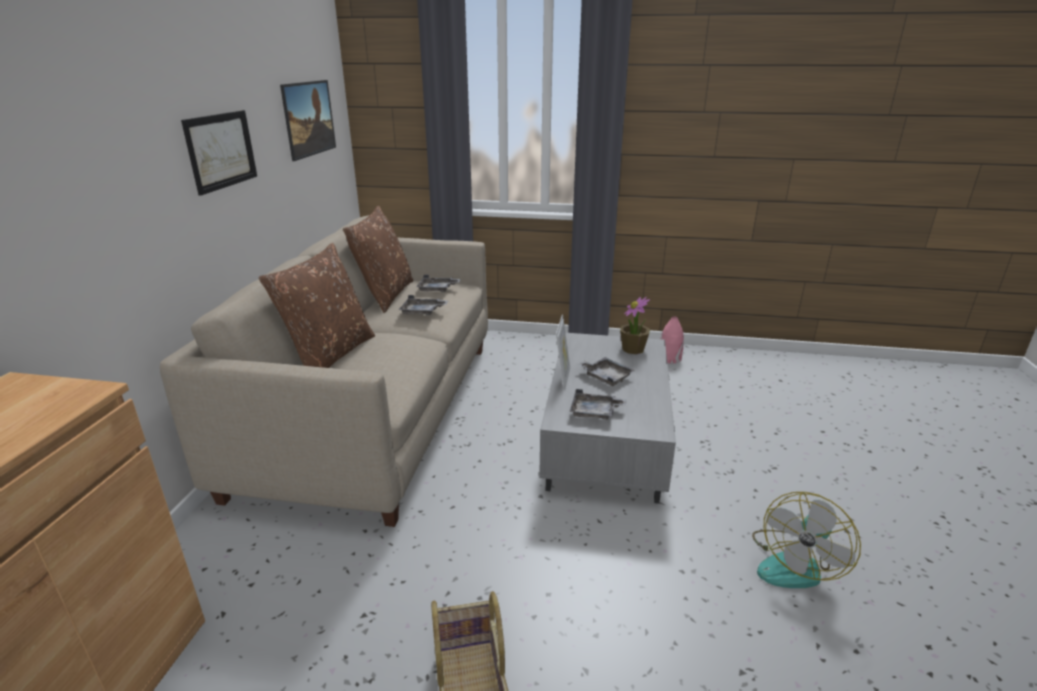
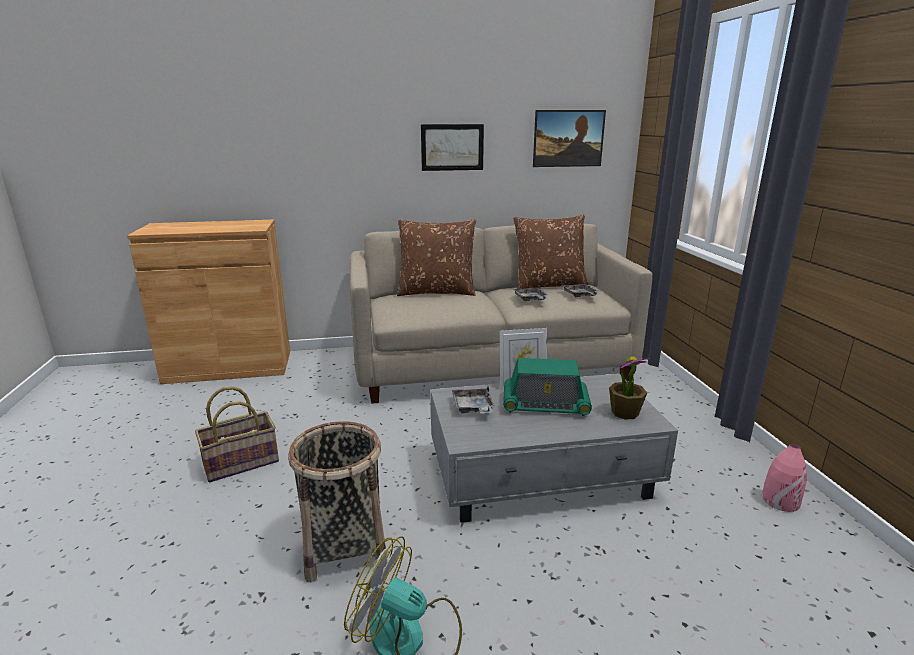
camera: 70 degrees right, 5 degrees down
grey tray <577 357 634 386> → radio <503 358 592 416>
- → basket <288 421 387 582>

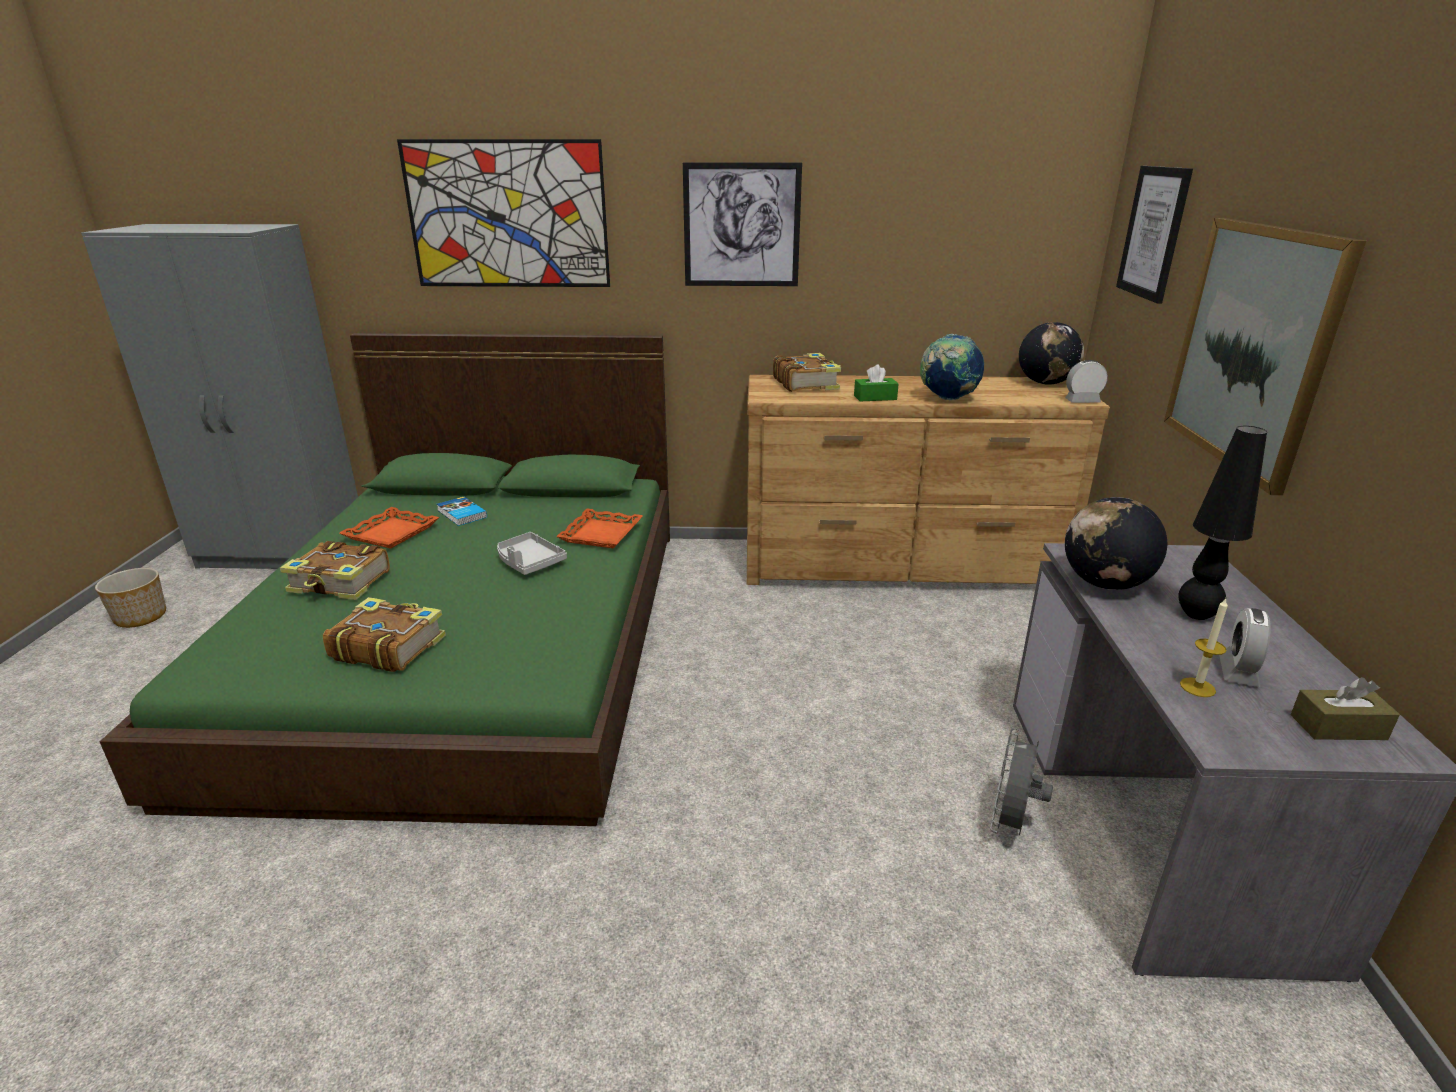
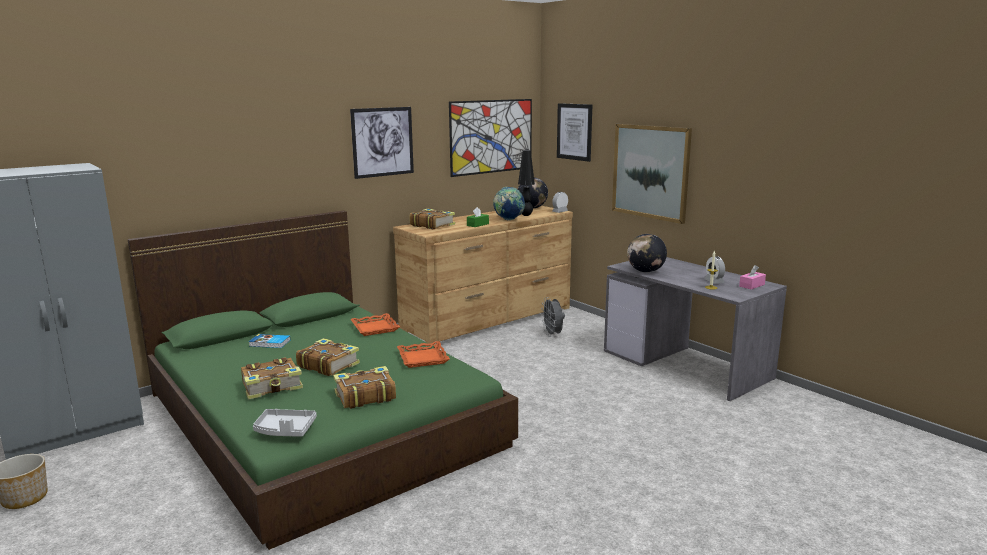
camera: 40 degrees left, 10 degrees down
orange tray <339 507 439 549> → orange tray <397 341 450 368>, moved
picture <397 139 610 287> → picture <449 99 532 177>, moved
grey tray <497 532 567 575> → grey tray <253 409 317 437>, moved
grey fan <990 728 1053 835> → grey fan <541 297 565 337>, moved
black table lamp <1178 426 1267 620> → black table lamp <518 150 535 216>, moved
brown tissue box <1291 677 1400 740> → pink tissue box <739 265 766 289>
- → book <296 338 360 376>

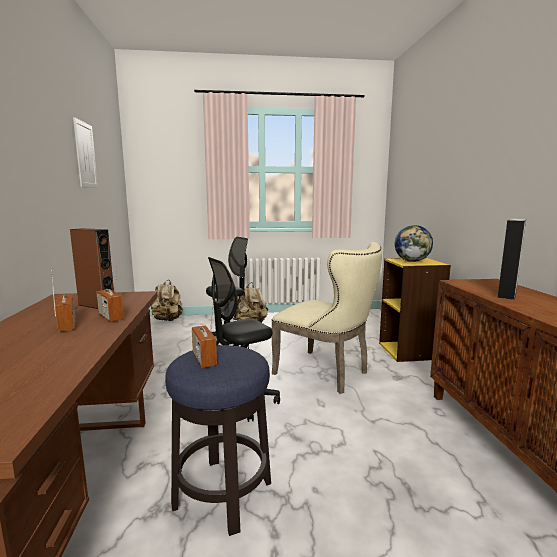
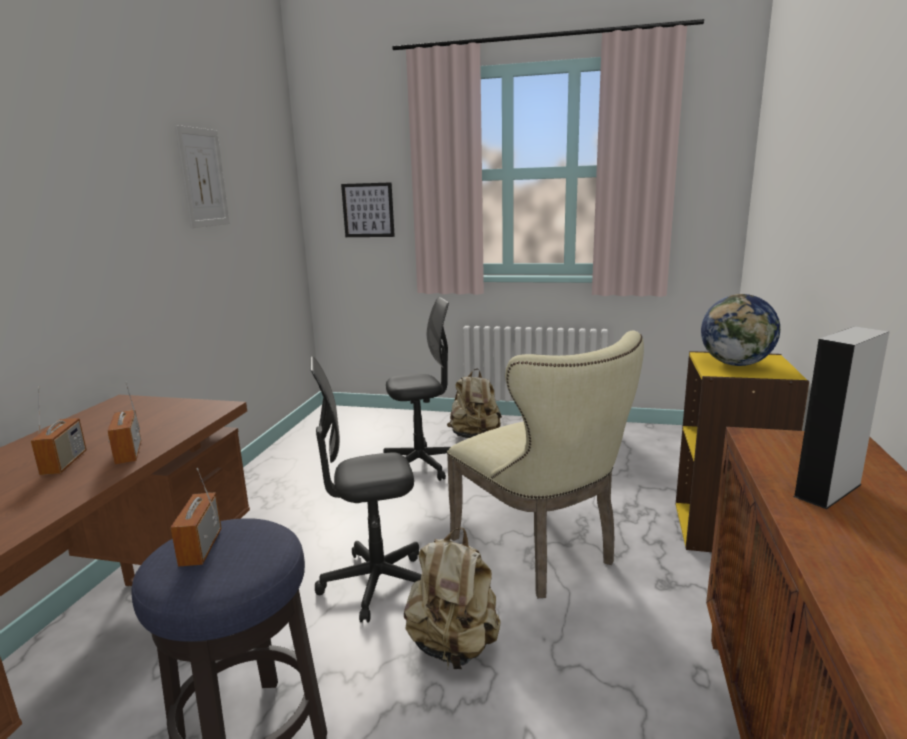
camera: 20 degrees right, 5 degrees up
brown speaker <70 228 114 309> → -
beige backpack <151 280 183 321> → beige backpack <404 528 501 670>, moved
- → picture <341 182 395 237>

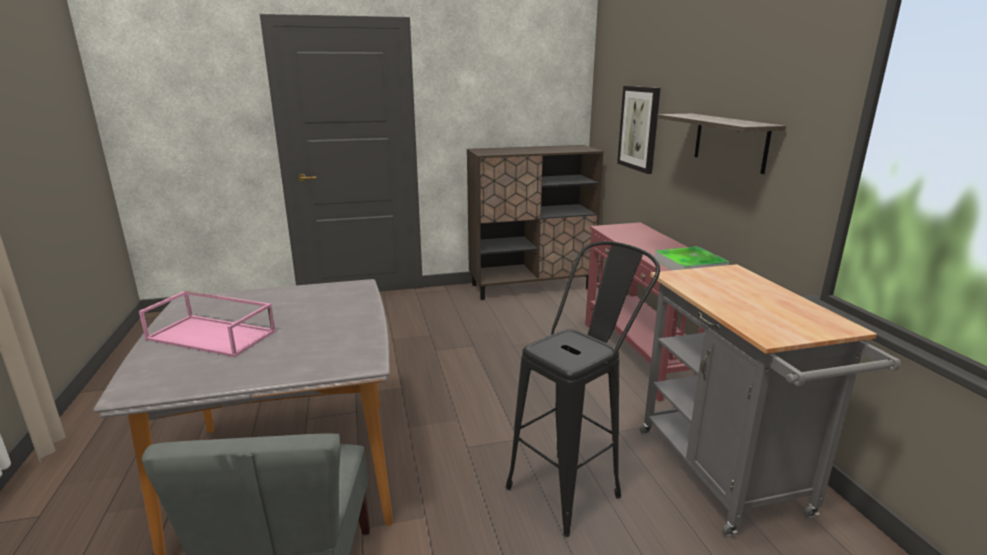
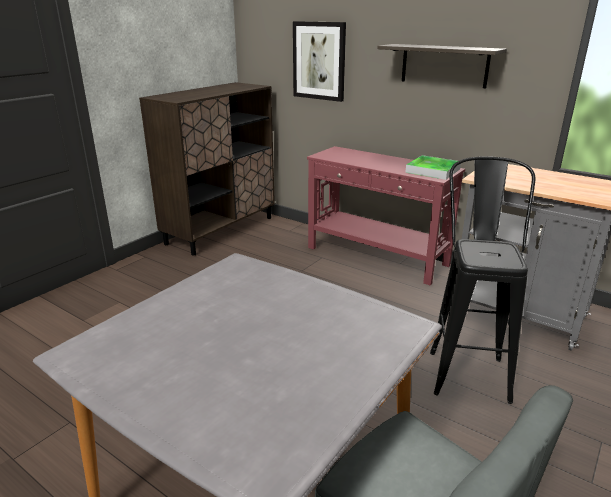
camera: 40 degrees left, 5 degrees up
pink tray <139 291 276 357> → -

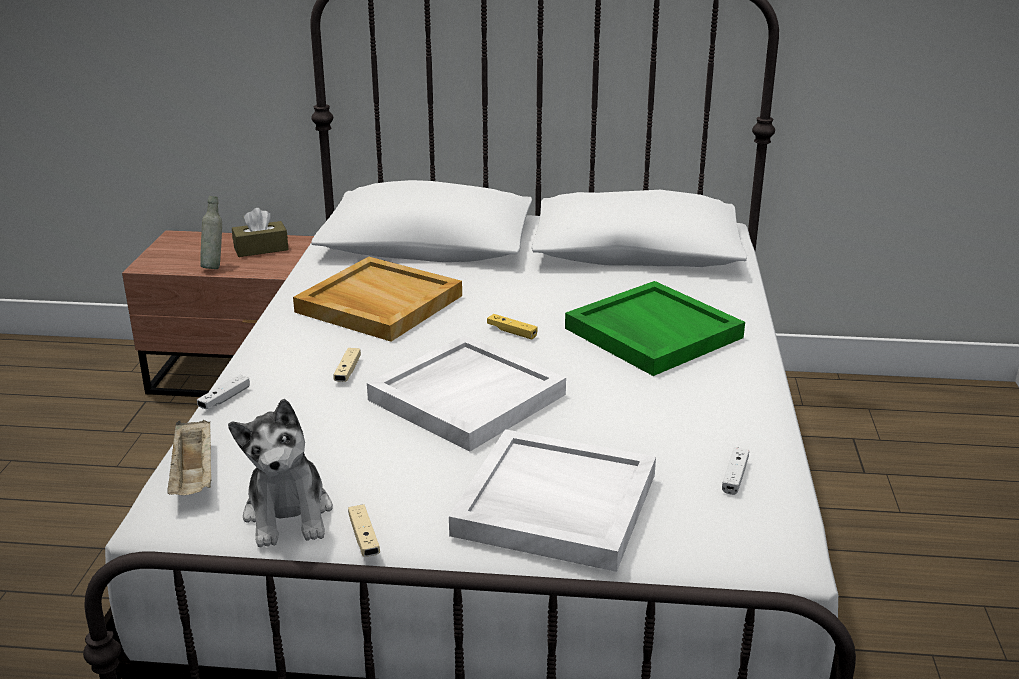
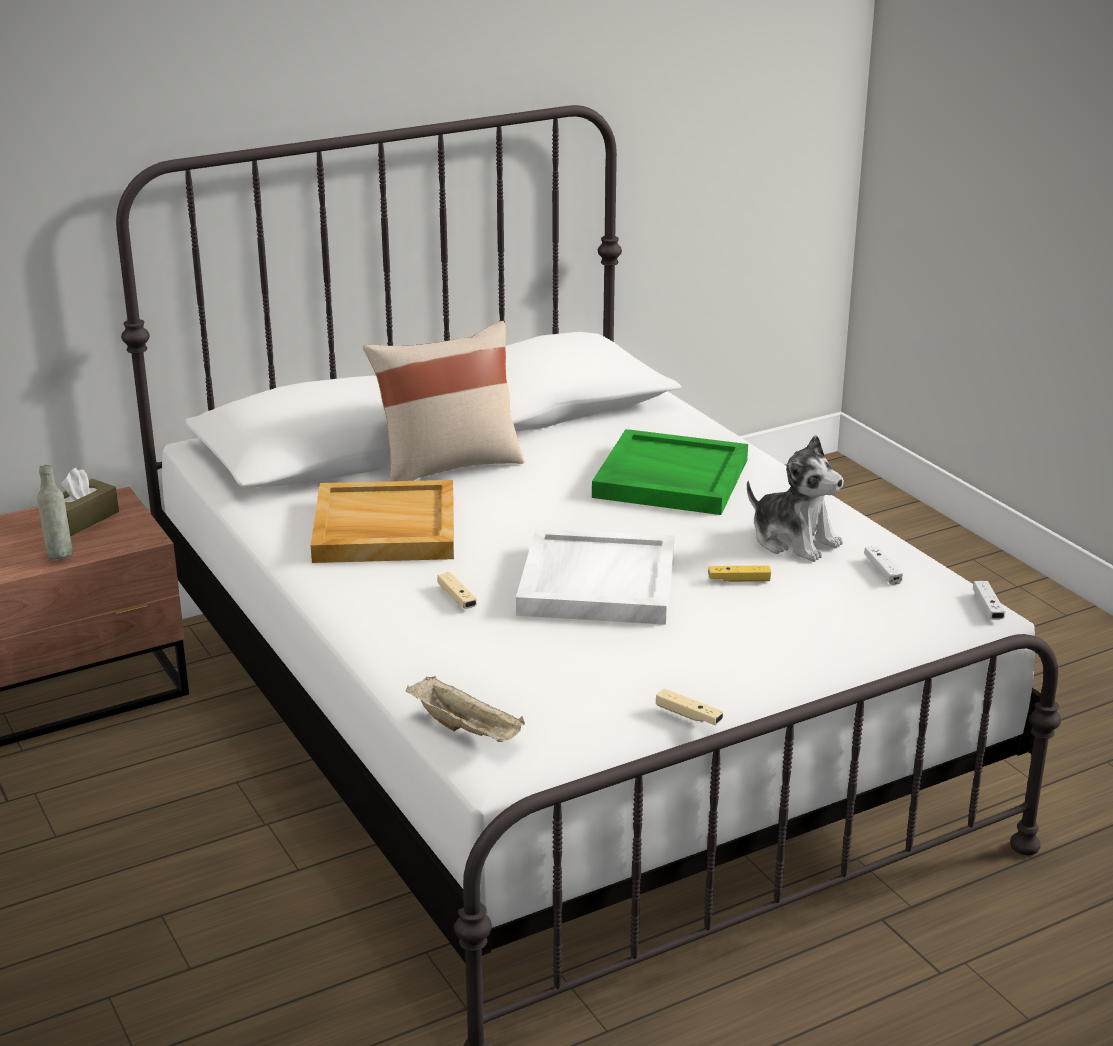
camera: 35 degrees left, 0 degrees up
white game controller <197 375 250 409> → white game controller <973 581 1005 620>, moved
plush toy <228 399 333 548> → plush toy <747 435 844 562>, moved
white tray <449 429 656 572> → -
yellow game controller <487 314 538 339> → yellow game controller <708 565 771 582>, moved
- → beige pillow <363 321 524 481>

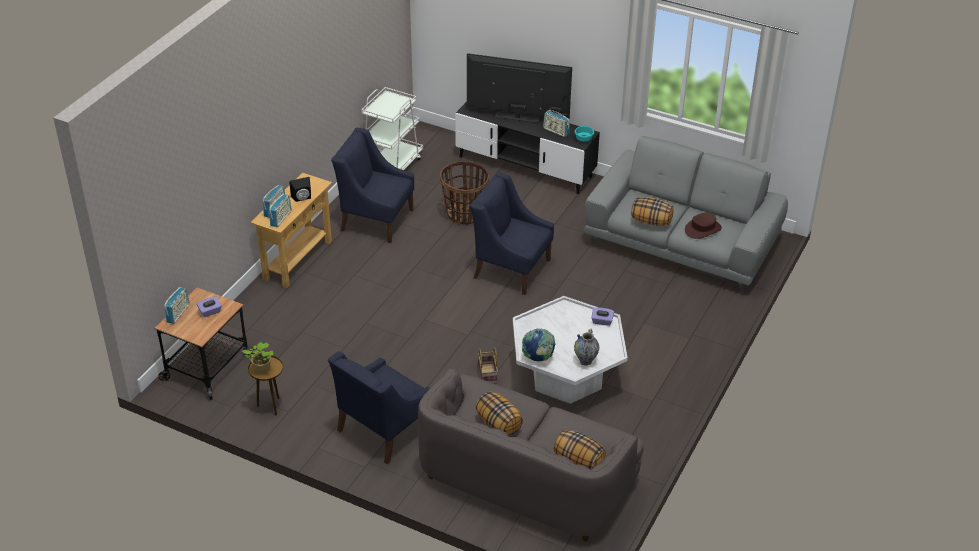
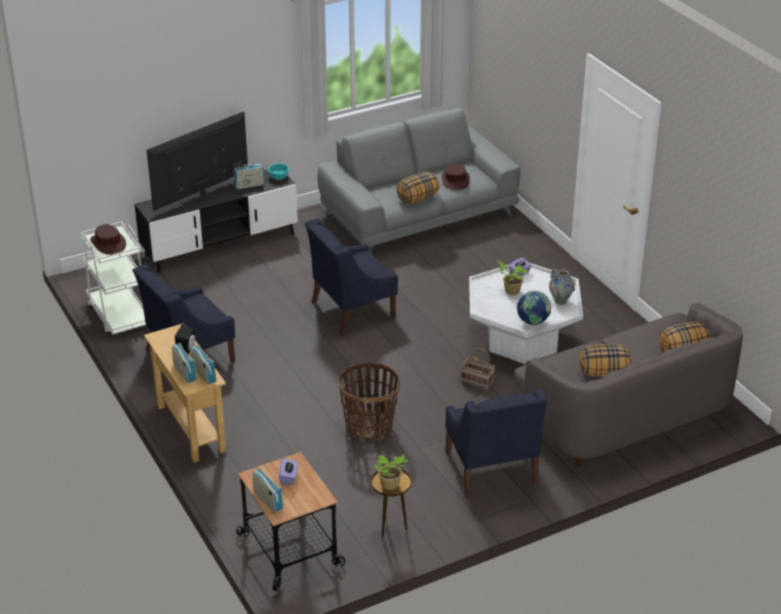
camera: 55 degrees left, 5 degrees down
basket <440 161 489 225> → basket <338 362 400 441>, moved
- → brown hat <90 224 126 255>
- → potted plant <497 261 528 295>

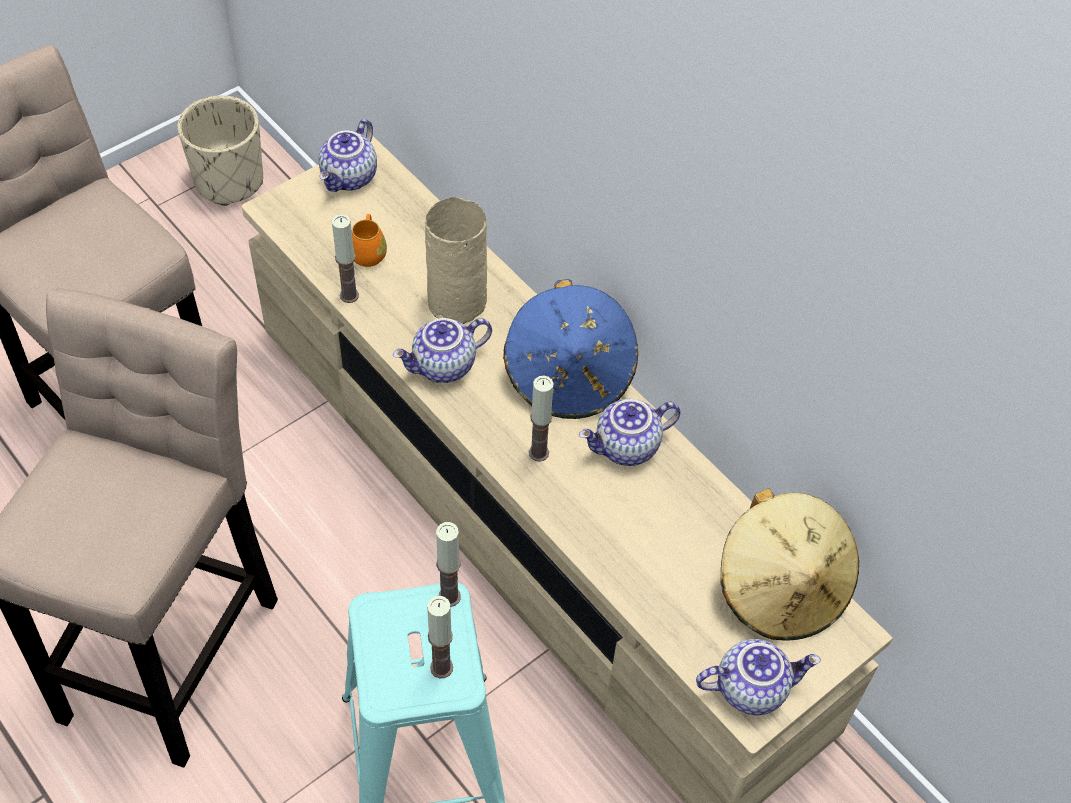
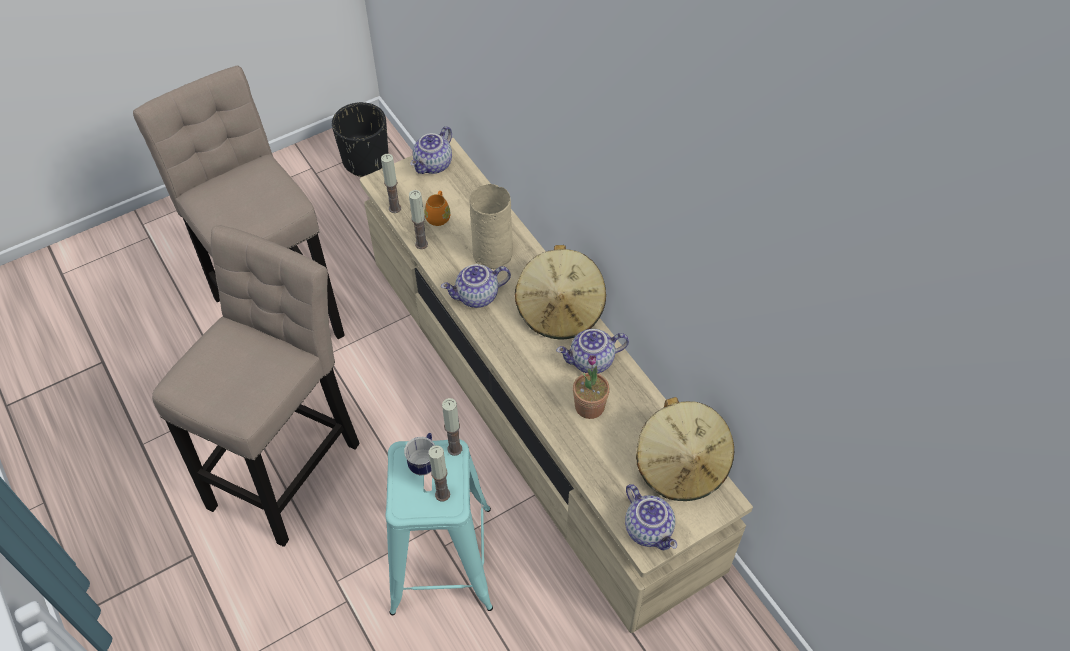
camera: 10 degrees right, 0 degrees up
beige planter <177 95 263 206> → black planter <332 102 389 177>
blue hat <503 279 638 419> → beige hat <514 245 606 340>
candle <529 376 554 461> → candle <381 154 401 213>, moved
teapot <696 639 821 715> → teapot <625 484 677 550>, 60 degrees clockwise
- → mug <404 433 435 476>
- → potted plant <573 355 610 419>

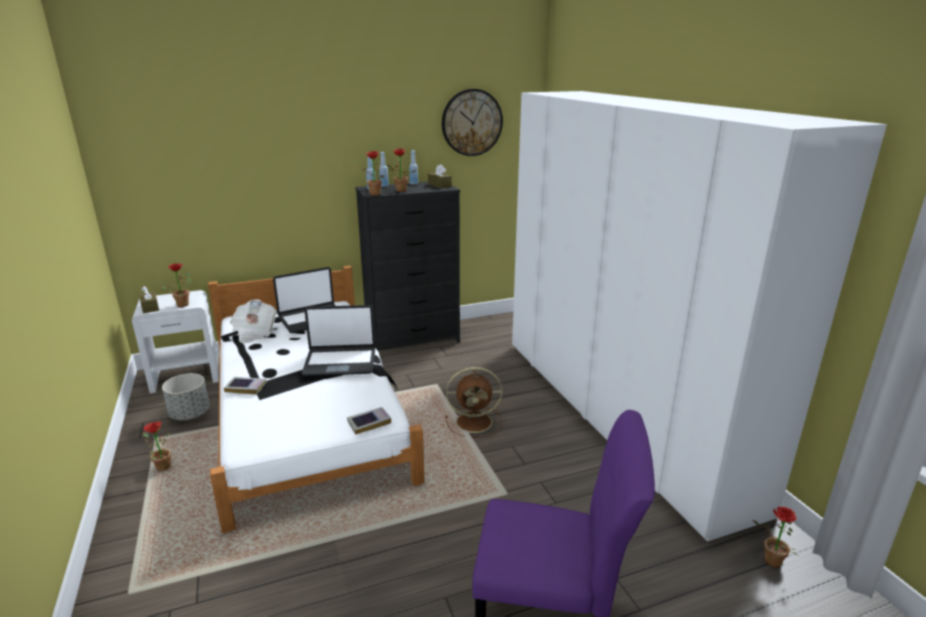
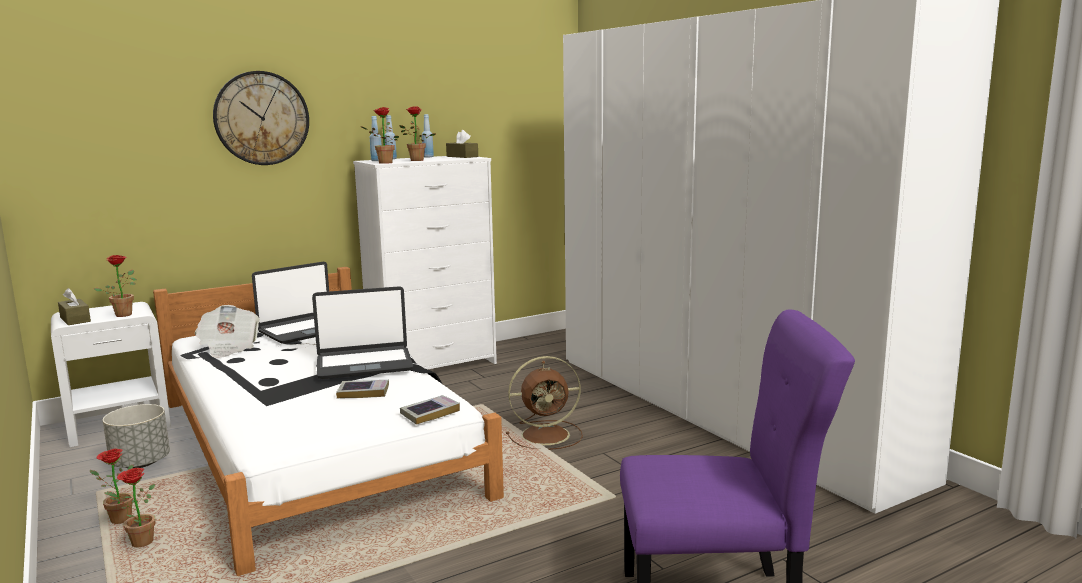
camera: 10 degrees left, 10 degrees down
book <224 377 266 394> → book <336 380 389 398>, moved
black dresser <355 182 460 351> → white dresser <353 156 497 369>
wall clock <442 89 503 156> → wall clock <213 71 309 165>, moved
potted plant <753 507 798 567> → potted plant <107 468 156 547>, moved

